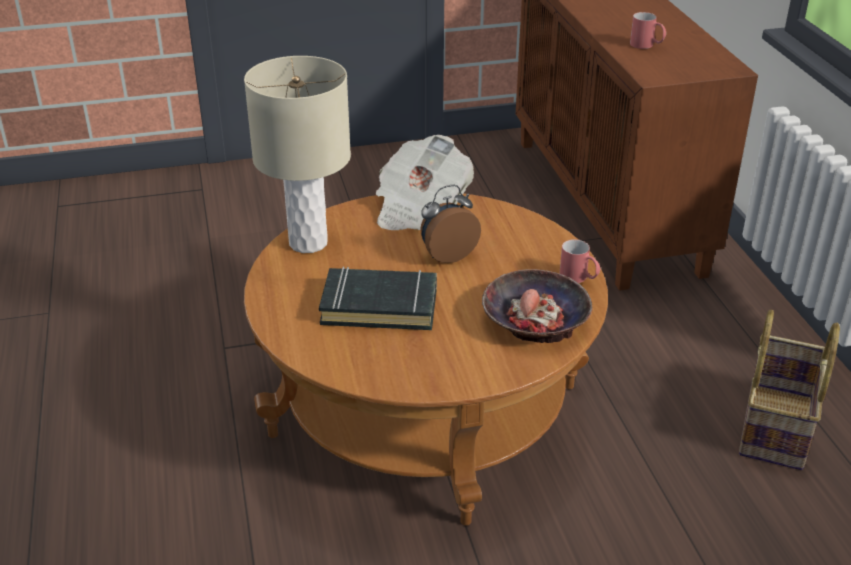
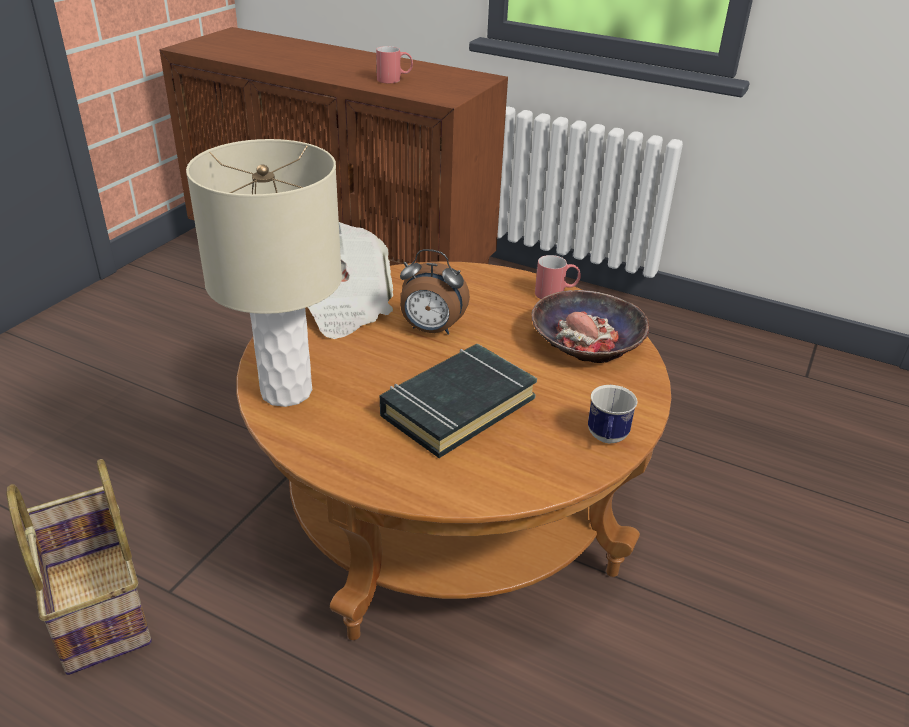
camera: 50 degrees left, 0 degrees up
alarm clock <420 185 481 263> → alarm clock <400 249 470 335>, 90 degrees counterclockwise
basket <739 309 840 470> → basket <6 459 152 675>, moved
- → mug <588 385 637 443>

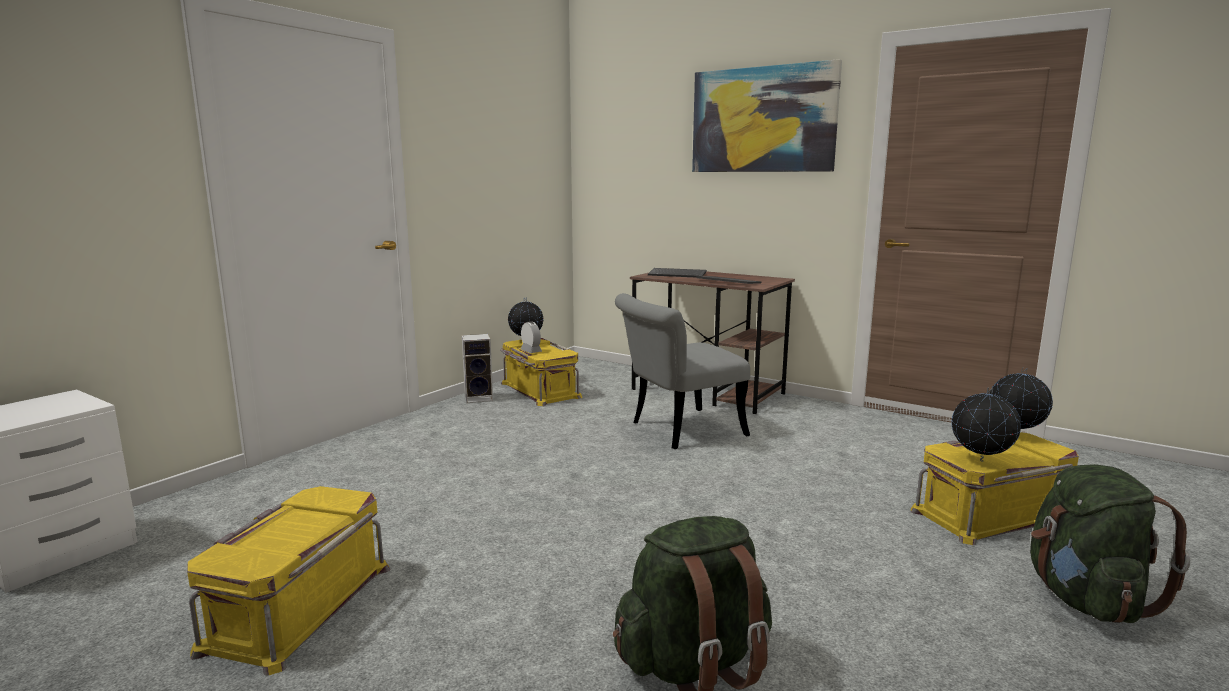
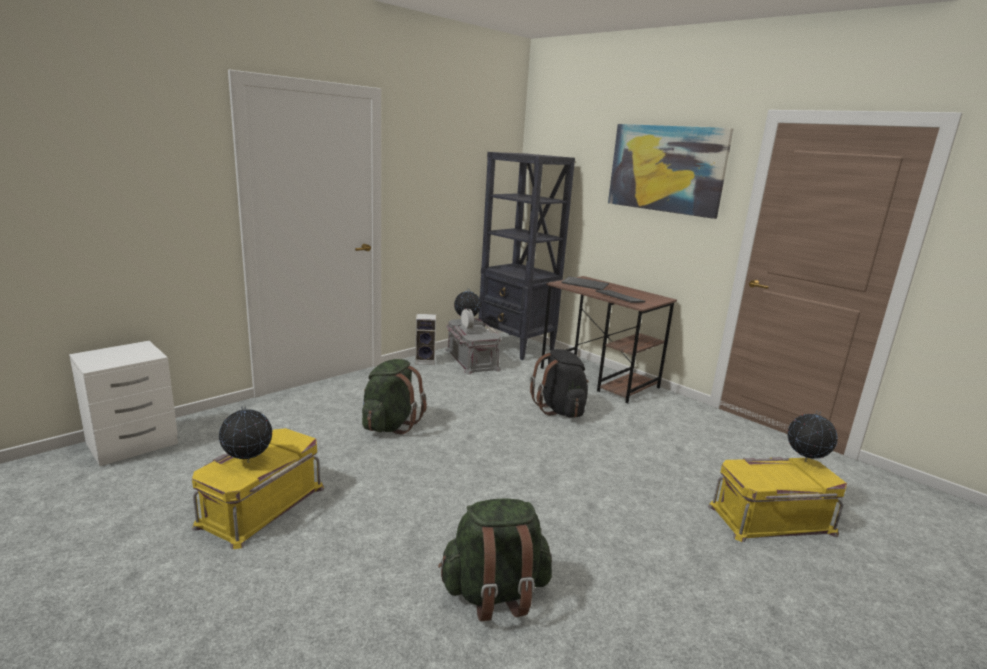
camera: 10 degrees right, 5 degrees up
yellow storage box <500 338 582 406> → grey storage box <445 318 501 374>
grey chair <615 293 750 449> → black backpack <530 349 589 418>
globe <952 387 1021 461> → globe <219 406 272 463>, moved
green backpack <1030 464 1190 623> → green backpack <362 359 427 434>, moved
- → black bookcase <479 152 575 360>

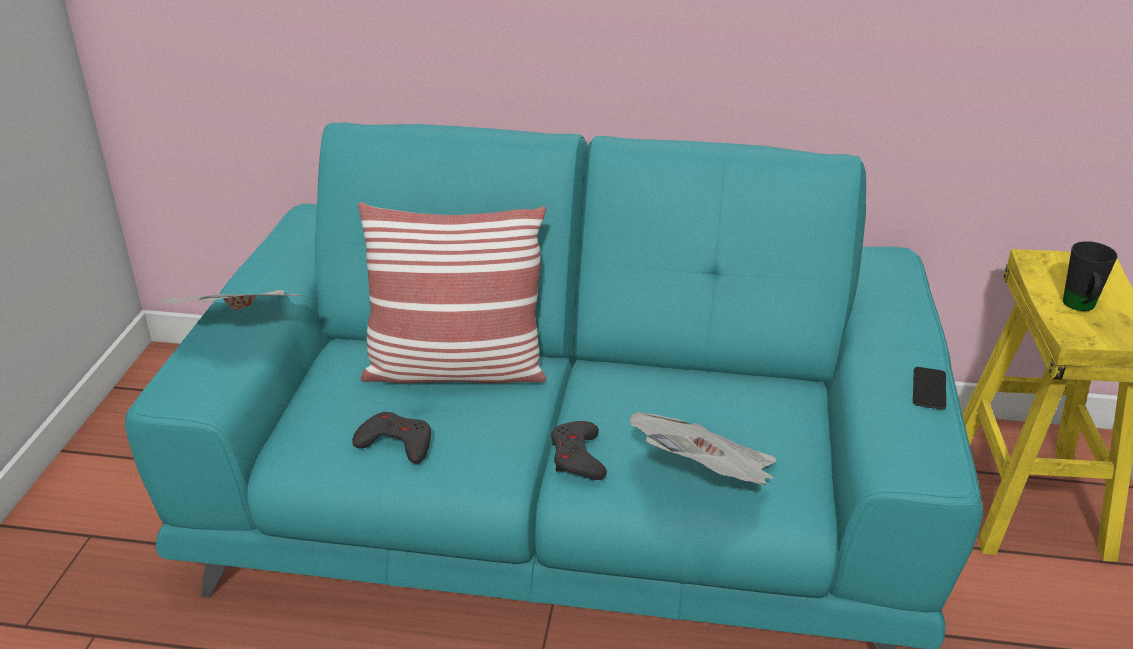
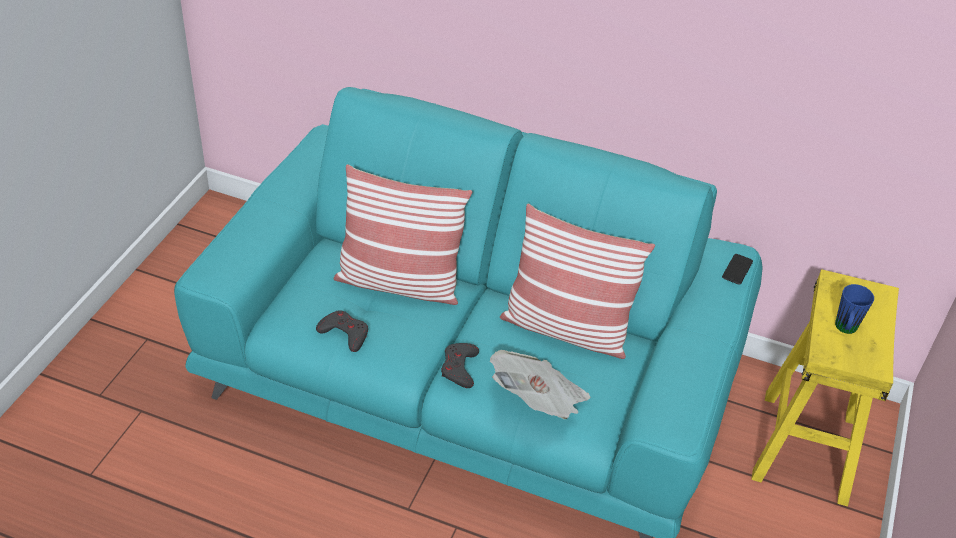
camera: 10 degrees right, 10 degrees up
newspaper <162 290 301 310> → -
phone <913 367 946 410> → phone <722 254 753 284>, moved
black mug <1063 241 1117 311> → blue mug <835 284 874 334>
- → pillow <500 204 655 359>

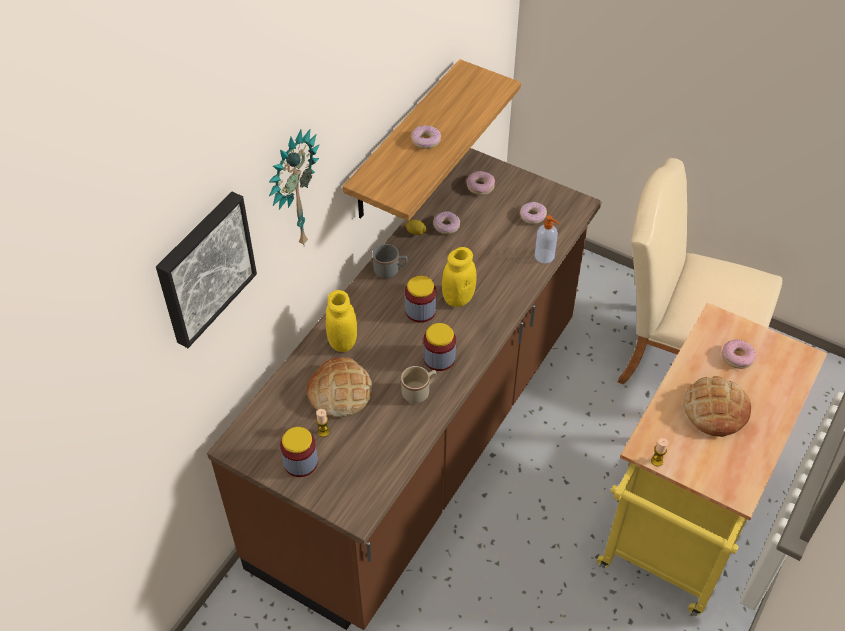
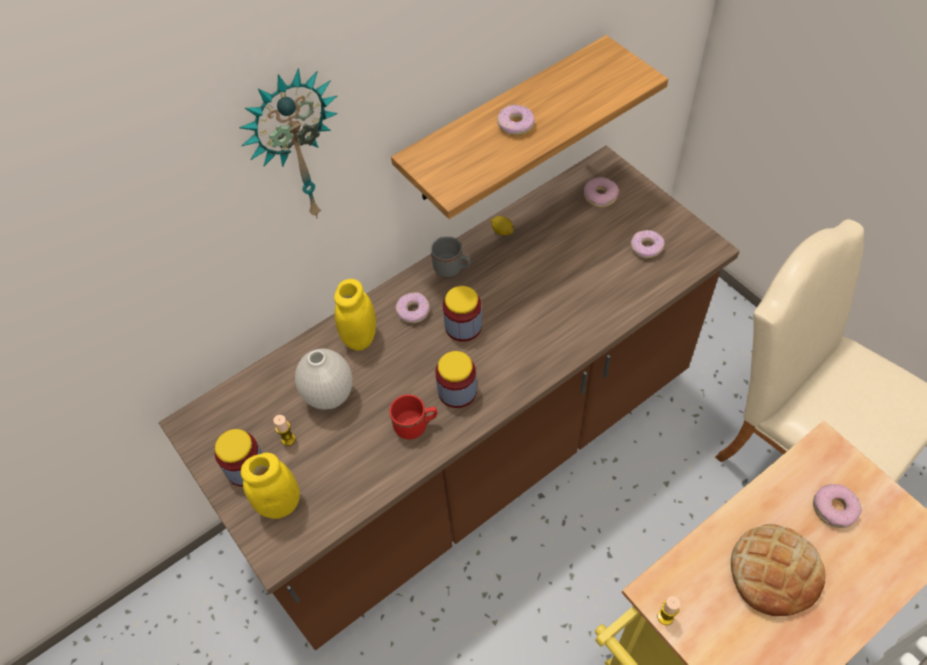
camera: 25 degrees right, 5 degrees up
picture <156 191 257 348> → -
bread <307 357 372 417> → white vase <295 349 352 410>
beige mug <401 366 436 403> → red mug <389 395 437 439>
donut <433 211 460 234> → donut <396 293 430 323>, moved
yellow jar <442 247 476 307> → yellow jar <241 453 300 519>, moved
soap dispenser <535 215 560 264> → -

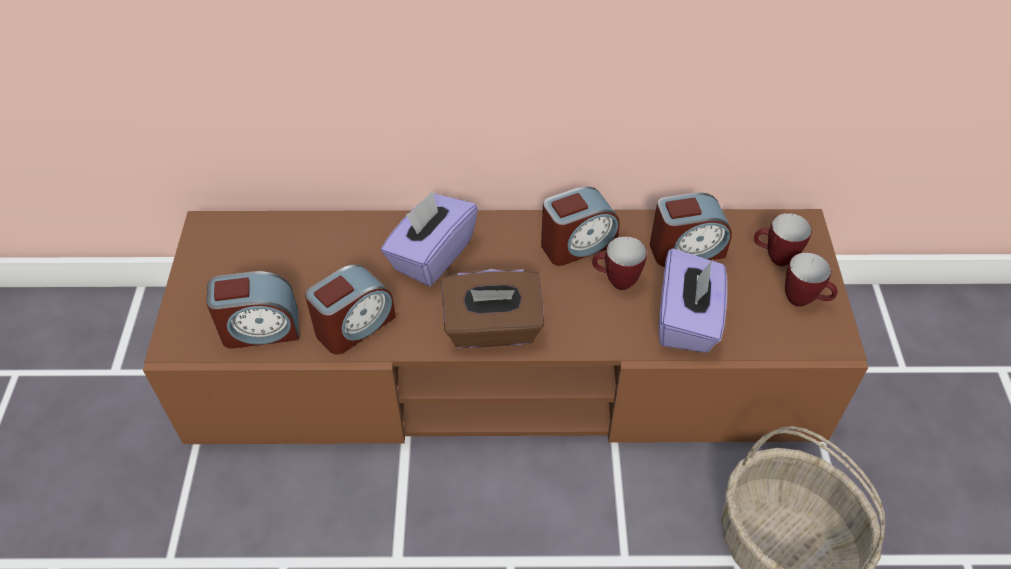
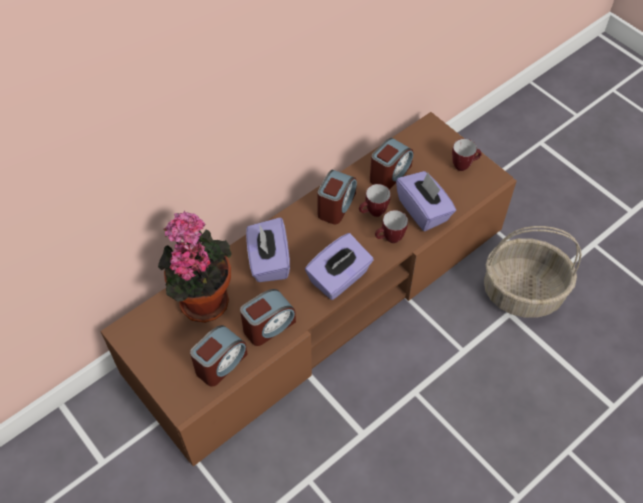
camera: 40 degrees left, 5 degrees up
alarm clock <305 264 396 355> → alarm clock <240 289 296 346>, 45 degrees clockwise
brown tissue box <441 269 544 348> → purple tissue box <305 233 374 300>
mug <754 213 812 266> → mug <375 210 408 243>, moved
- → potted plant <158 211 232 323>

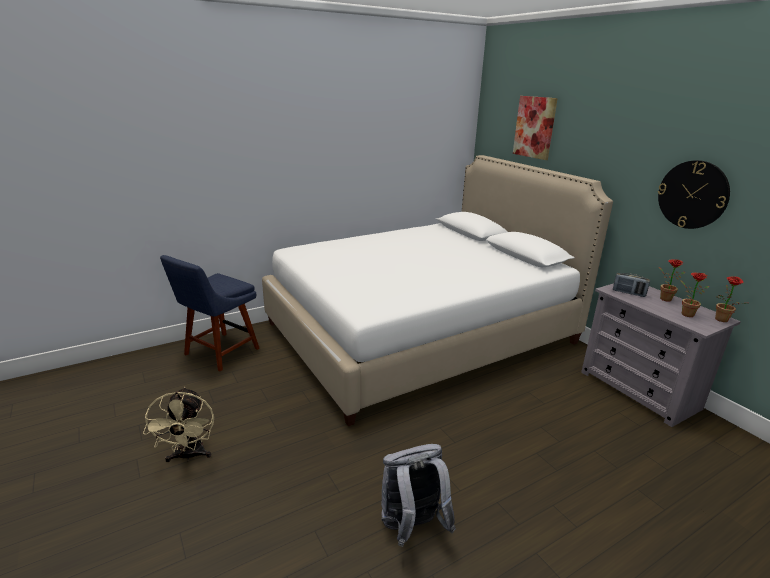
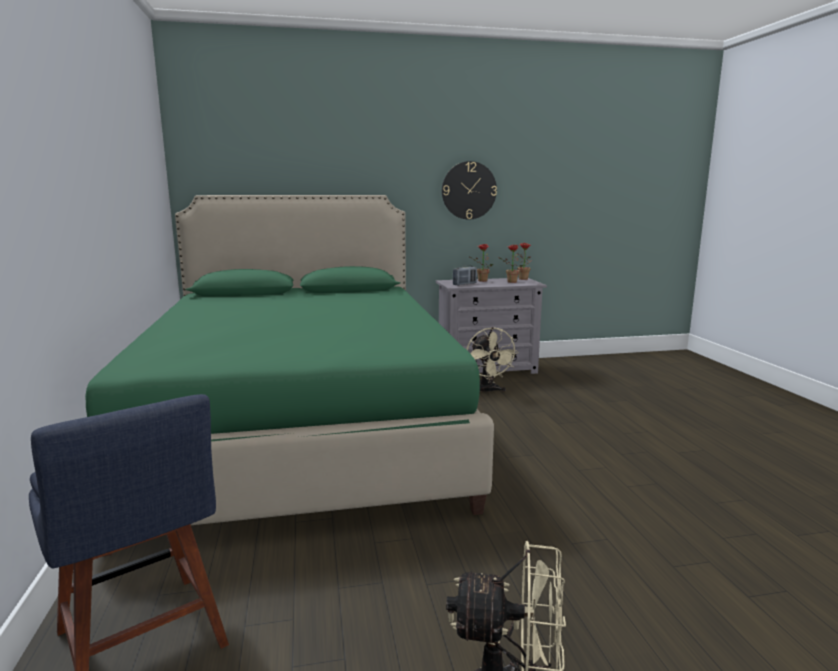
camera: 70 degrees left, 10 degrees down
white bed <262 155 613 426> → green bed <85 195 494 556>
grey backpack <381 444 456 547> → -
picture <513 96 558 160> → -
- → beige fan <467 327 519 393>

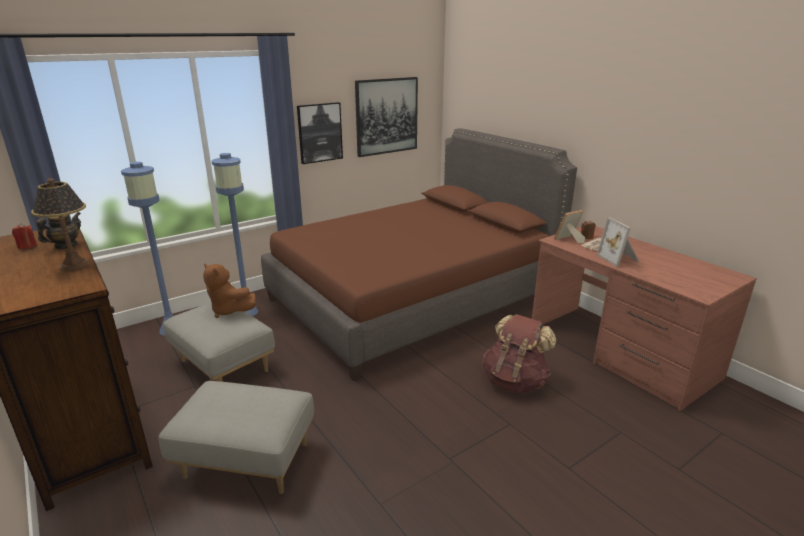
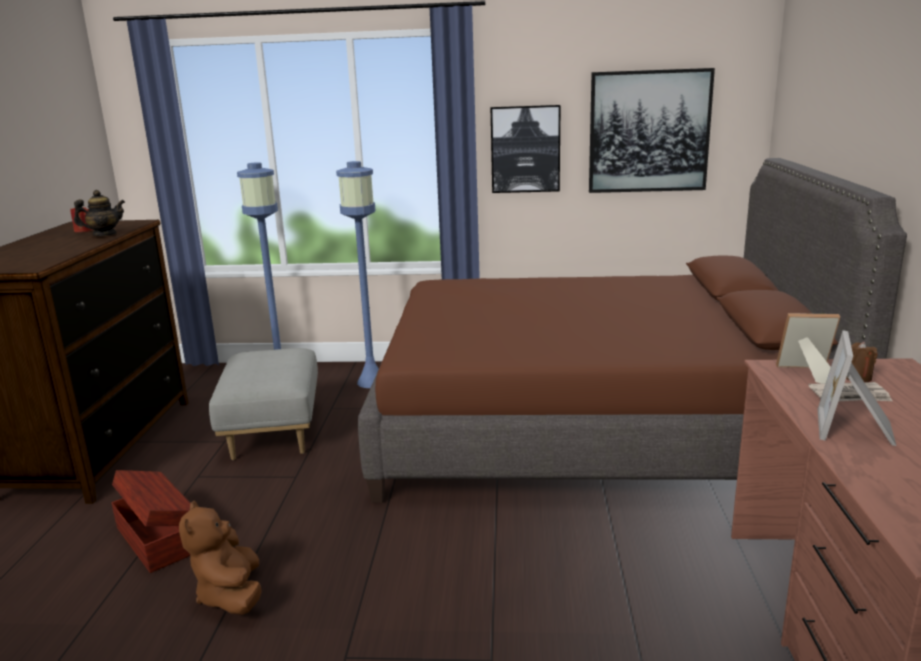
camera: 40 degrees right, 5 degrees down
table lamp <31 178 90 271> → -
grey ottoman <159 381 314 494> → brown storage box <111 470 190 573>
brown plush toy <203 263 256 318> → brown plush toy <179 501 261 615>, moved
brown backpack <482 314 556 393> → -

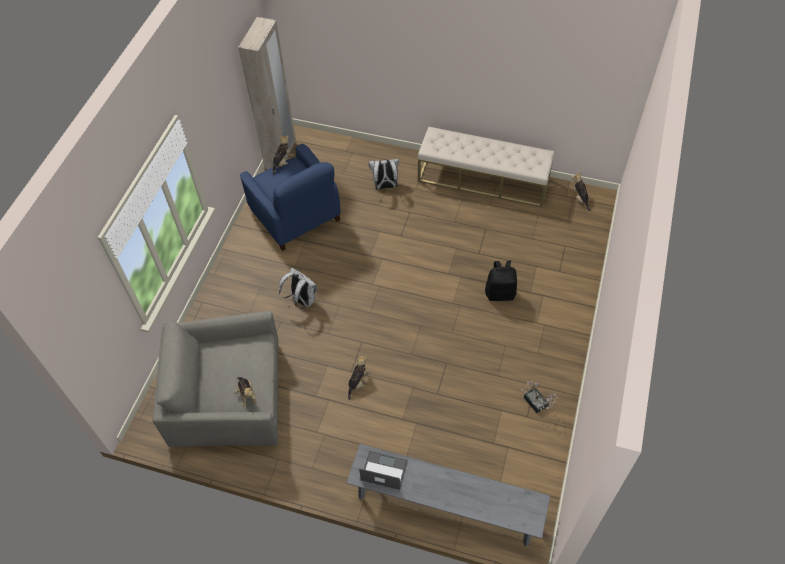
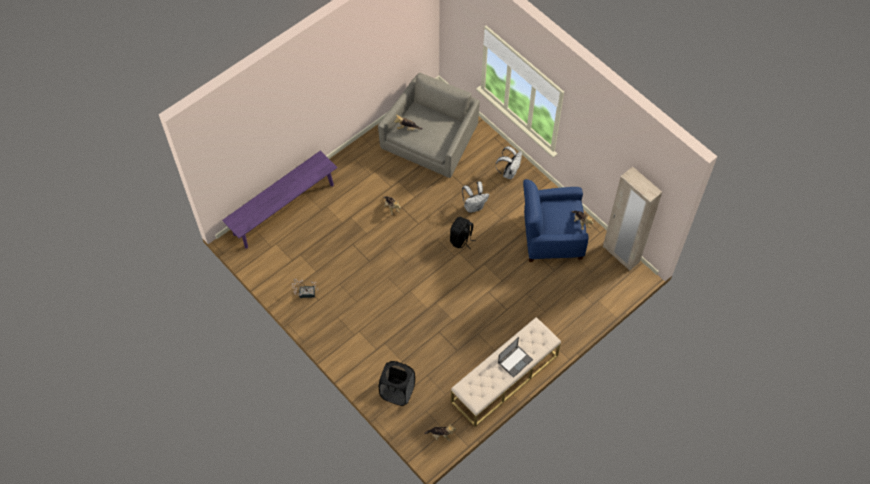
camera: 120 degrees right, 5 degrees up
grey bench <347 444 550 547> → purple bench <222 150 338 249>
laptop <359 451 408 490> → laptop <498 337 533 378>, moved
white backpack <368 158 399 190> → white backpack <495 146 522 179>, moved
black backpack <485 261 517 301> → black backpack <450 217 476 249>, moved
- → black laundry basket <379 361 415 406>

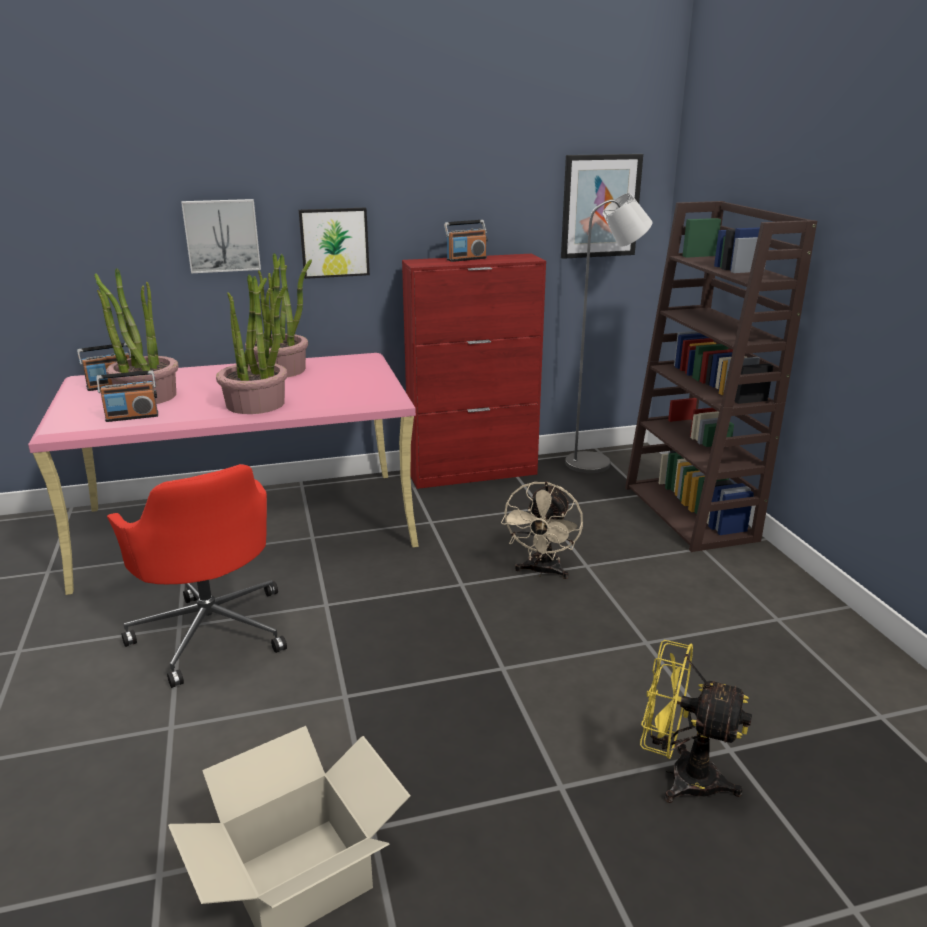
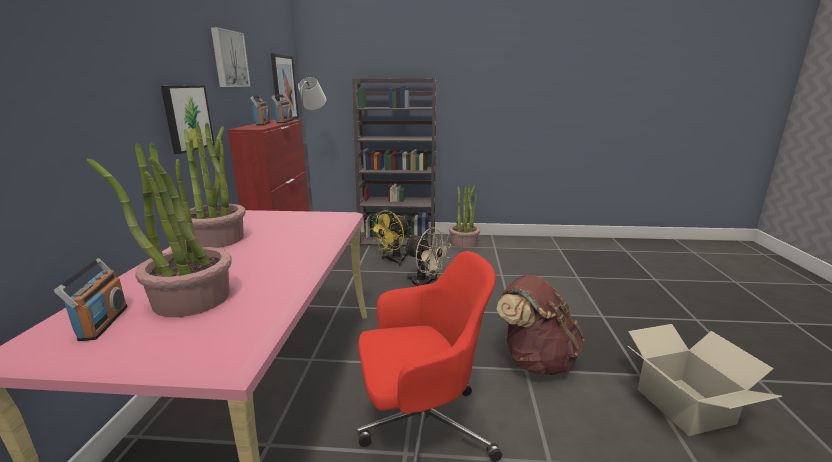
camera: 70 degrees left, 5 degrees down
radio <96 370 158 422> → radio <271 94 293 123>, moved
picture <181 199 261 273> → picture <211 27 250 87>, moved
potted plant <216 274 287 414> → potted plant <449 185 480 248>, moved
yellow fan <640 640 752 803> → yellow fan <369 210 411 266>, moved
- → brown backpack <496 274 584 375>

